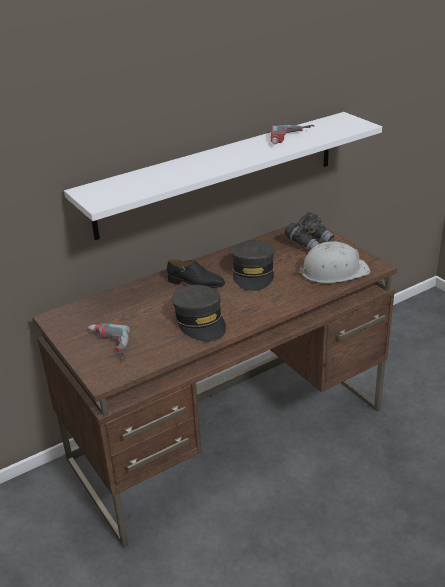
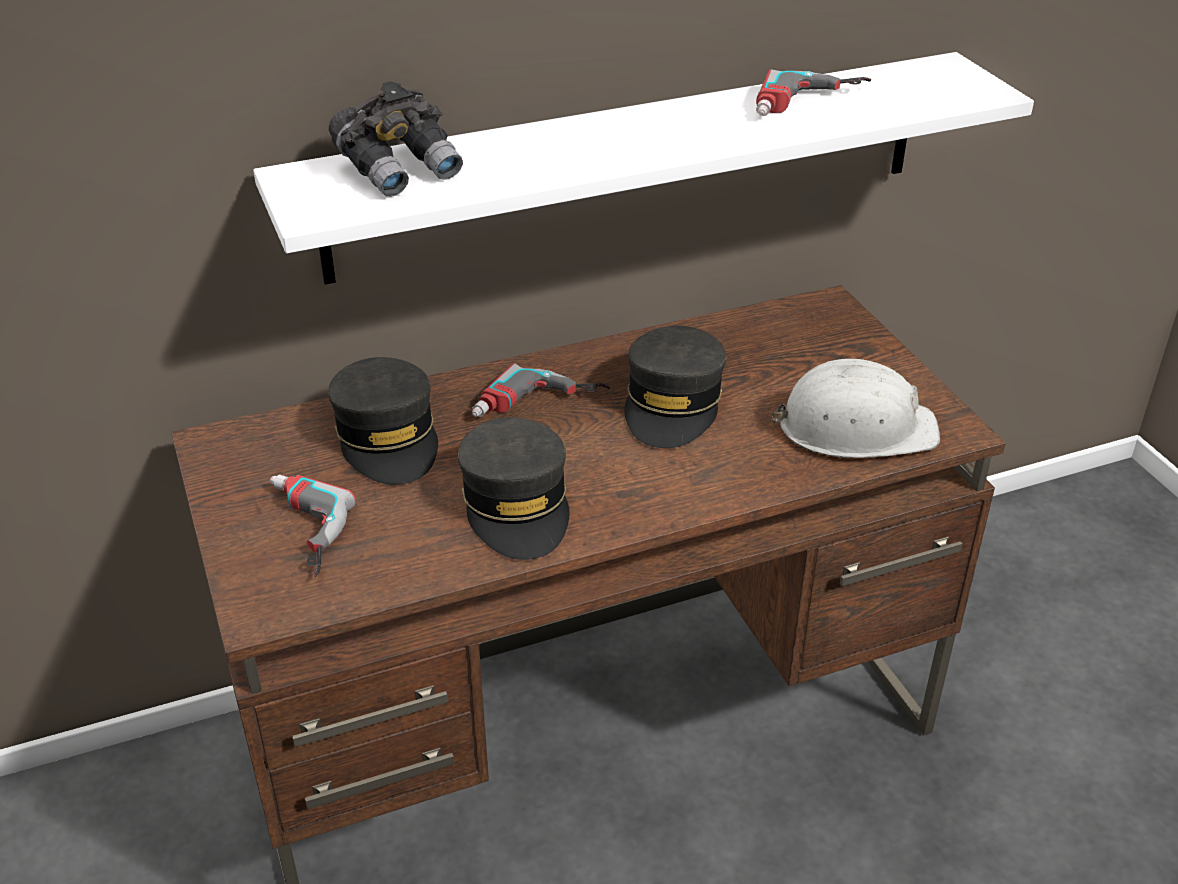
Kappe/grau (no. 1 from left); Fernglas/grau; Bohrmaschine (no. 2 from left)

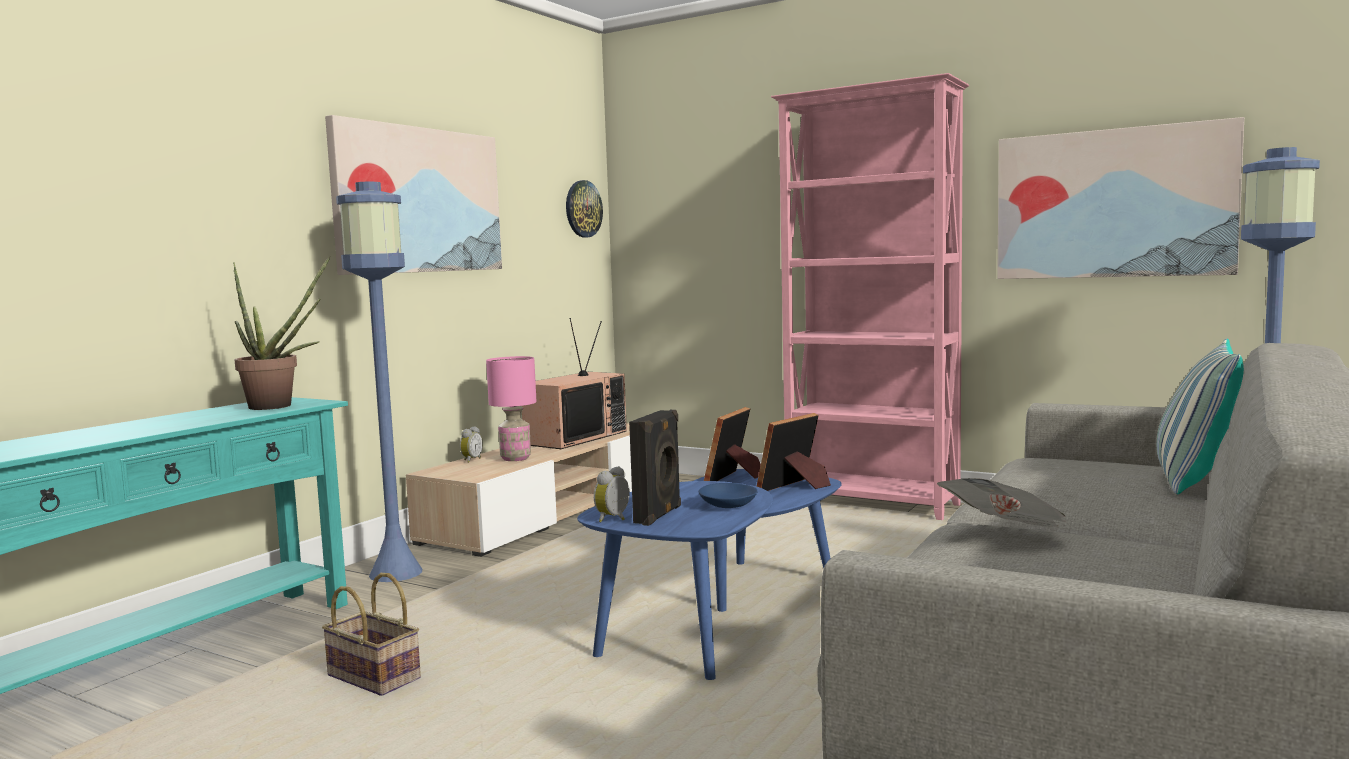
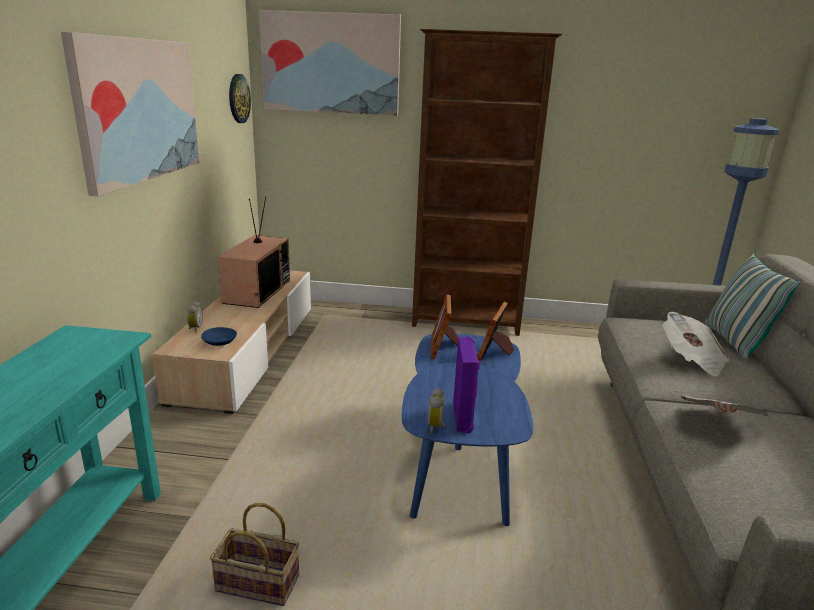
Topfpflanze; Stehlampe/blau (no. 1 from left in the first image); Tischlampe/rosa; Zeitung (no. 1 from left); Schüssel/blau; Bild (no. 2 from left); Lautsprecher/lila; Bücherregal/braun

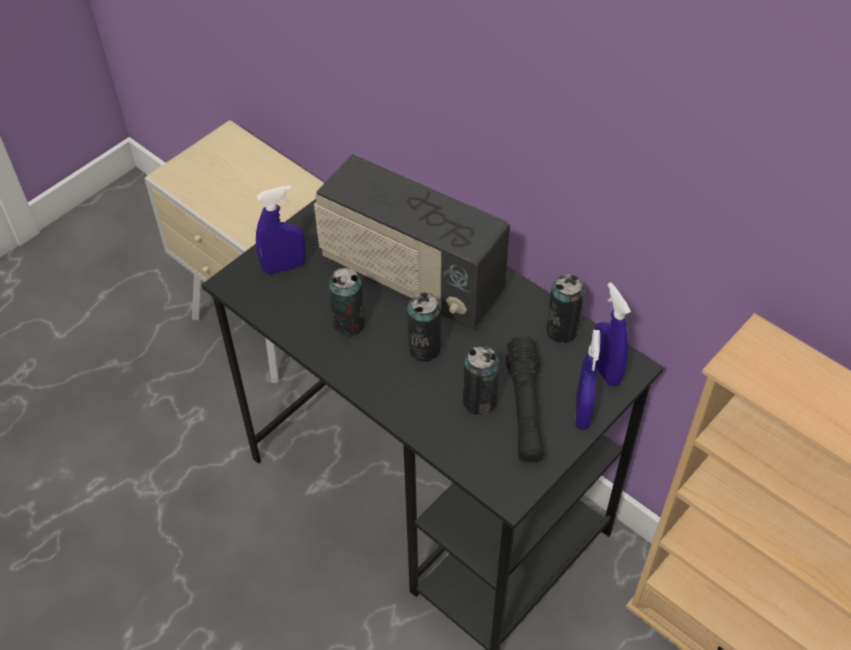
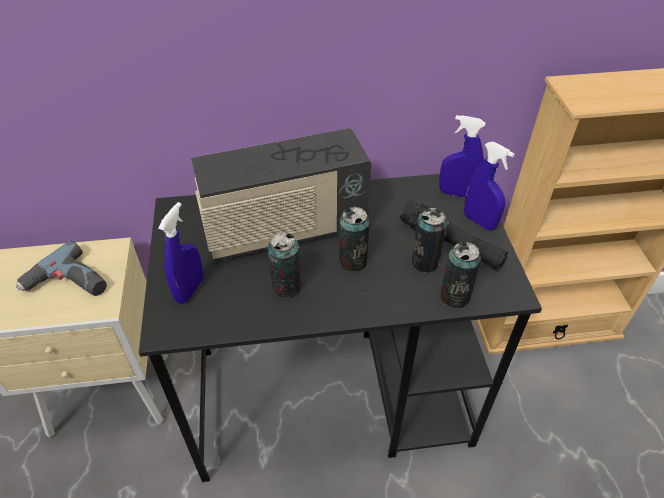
Bohrmaschine; Dose (no. 4 from left)

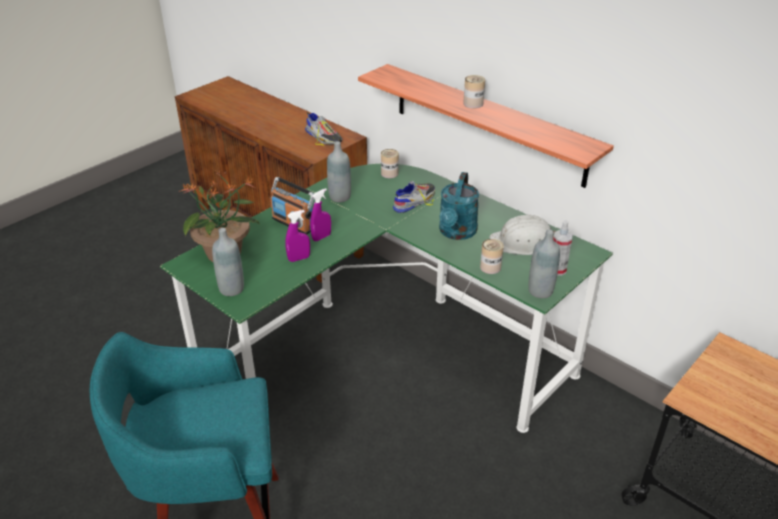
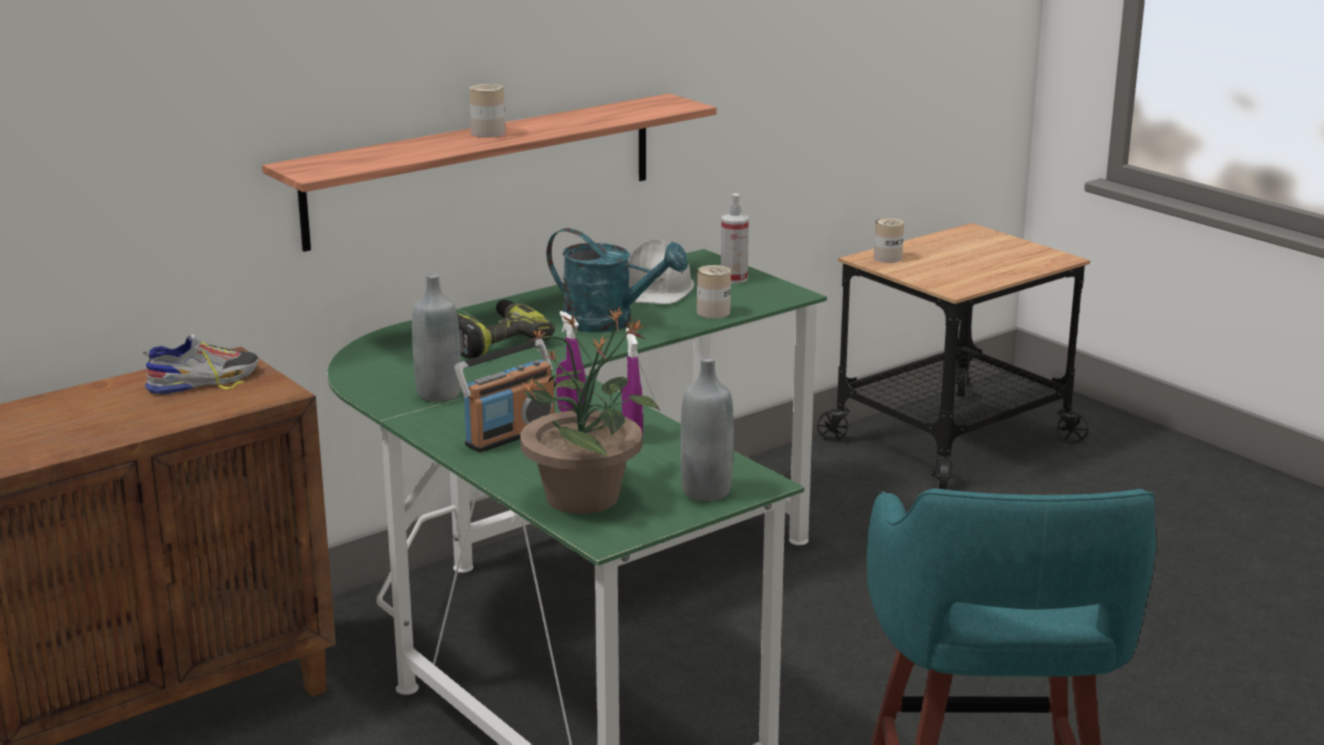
Flasche/grau (no. 3 from left in the first image); Dose (no. 3 from left); Bohrmaschine

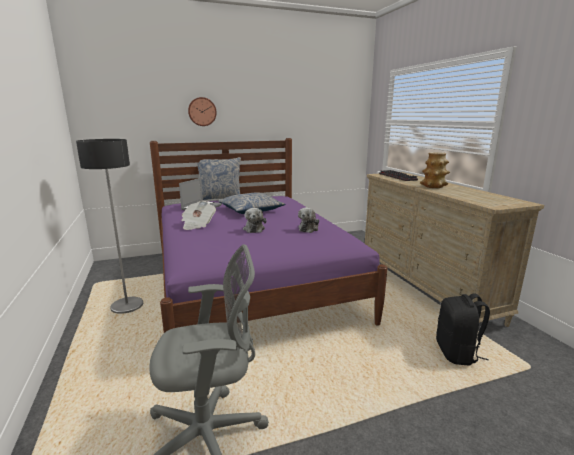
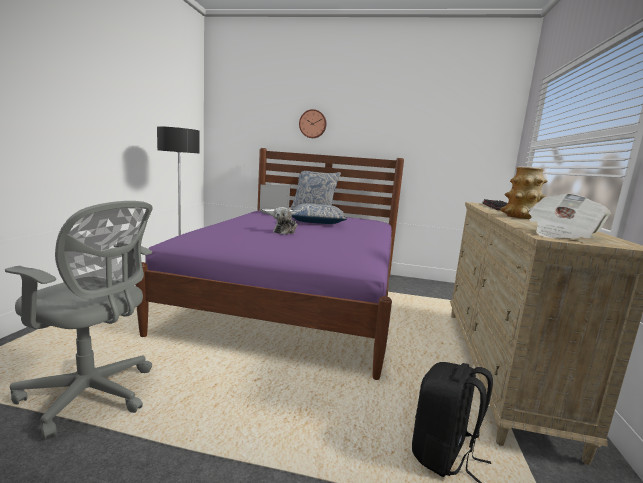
Plüschtier (no. 2 from left in the first image); Zeitung

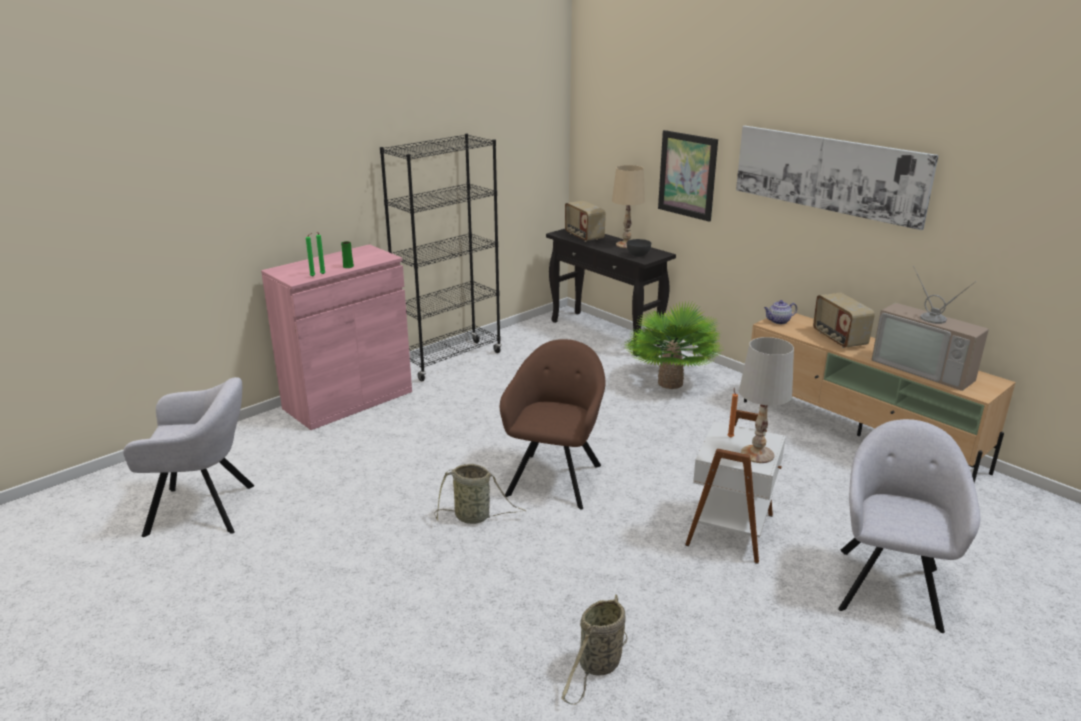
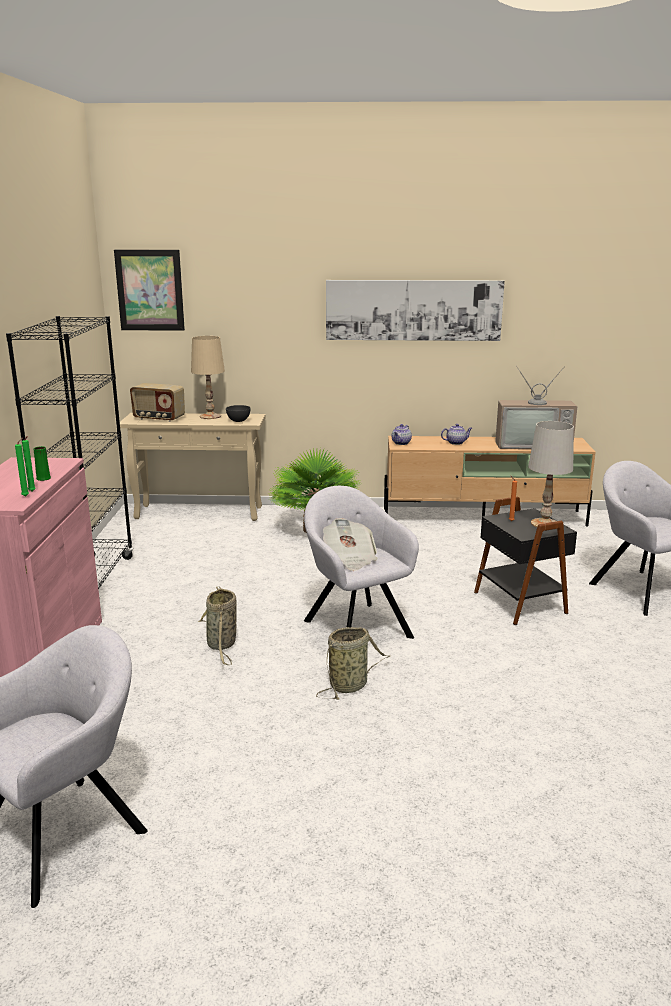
Zeitung; Korb (no. 1 from left); Bild (no. 1 from left); Teekanne (no. 2 from left); Sessel/grau (no. 2 from left); Konsolentisch/beige; Beistelltisch/schwarz

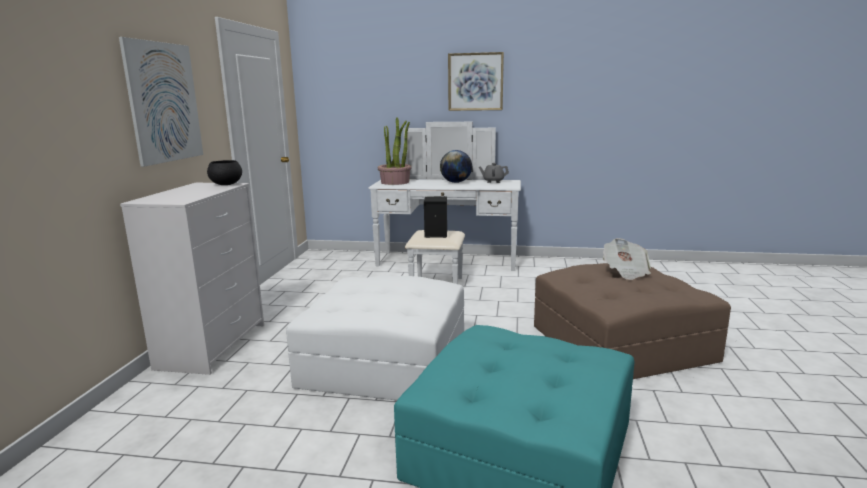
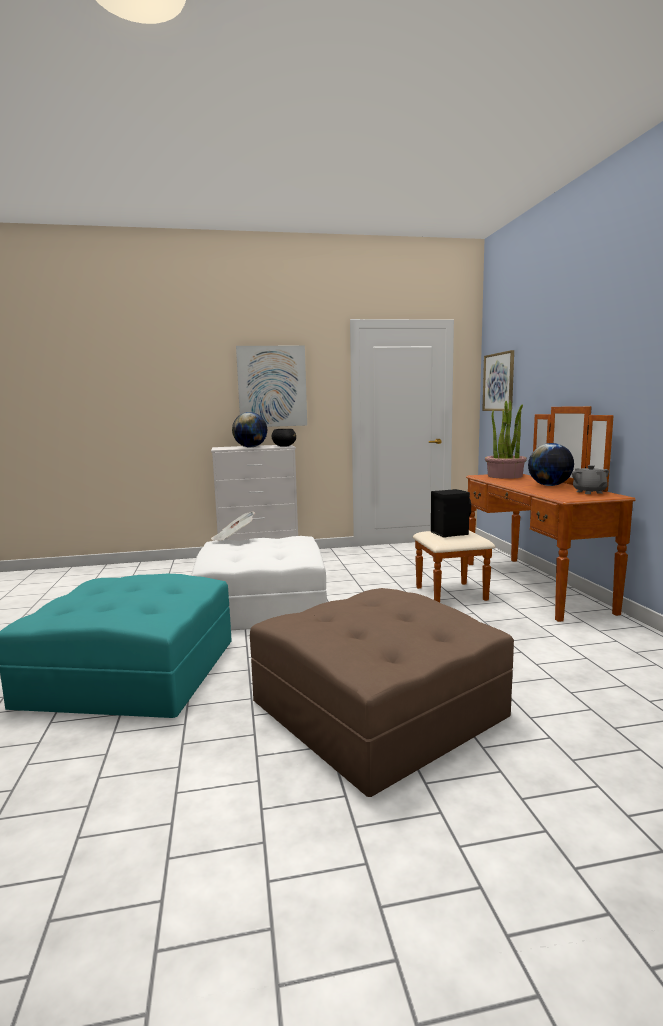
Globus (no. 1 from left); Bild (no. 2 from left); Zeitung; Kommode/braun

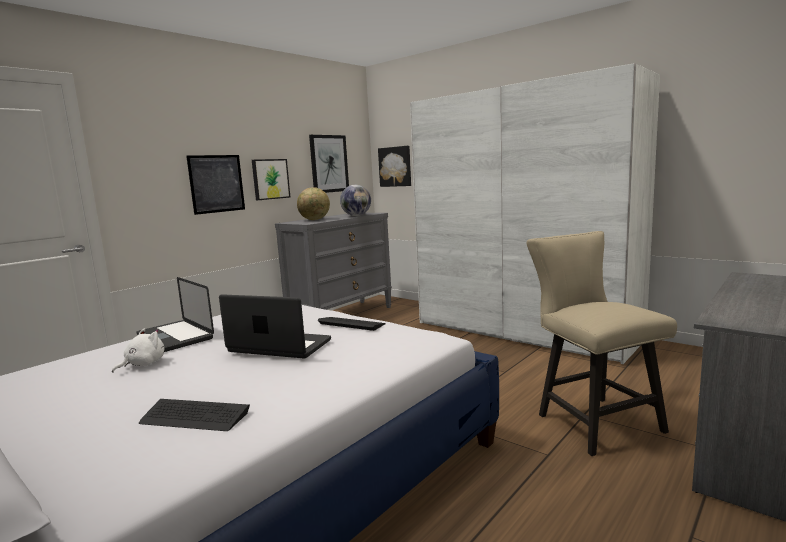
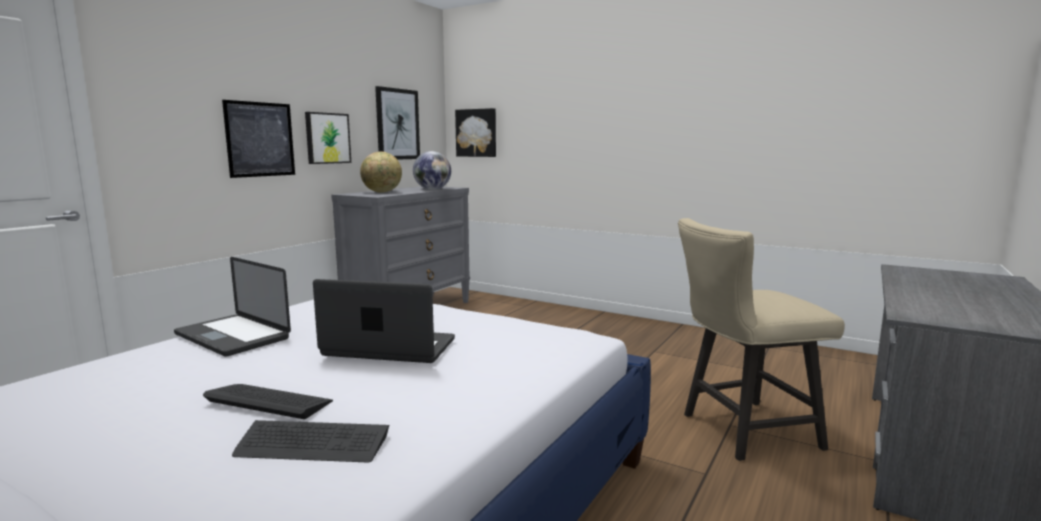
Plüschtier/weiß; Kleiderschrank/weiß; Tastatur (no. 1 from left); Stuhl/beige

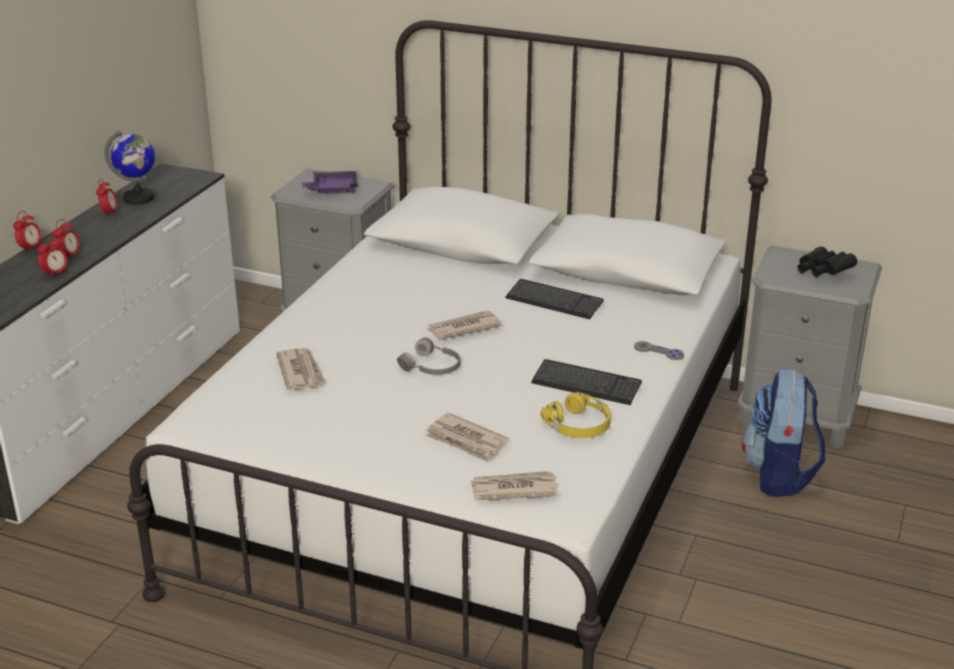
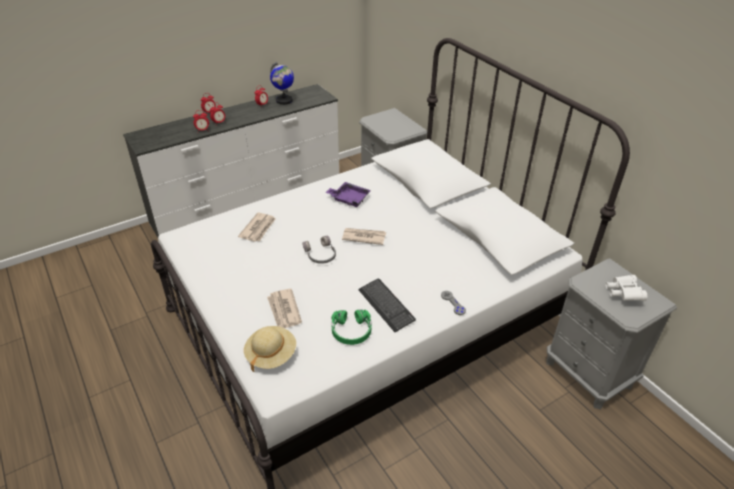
Tastatur (no. 1 from left in the first image); Rucksack; Tablett/lila; Hut/beige; Kopfhörer/grün; Fernglas/weiß

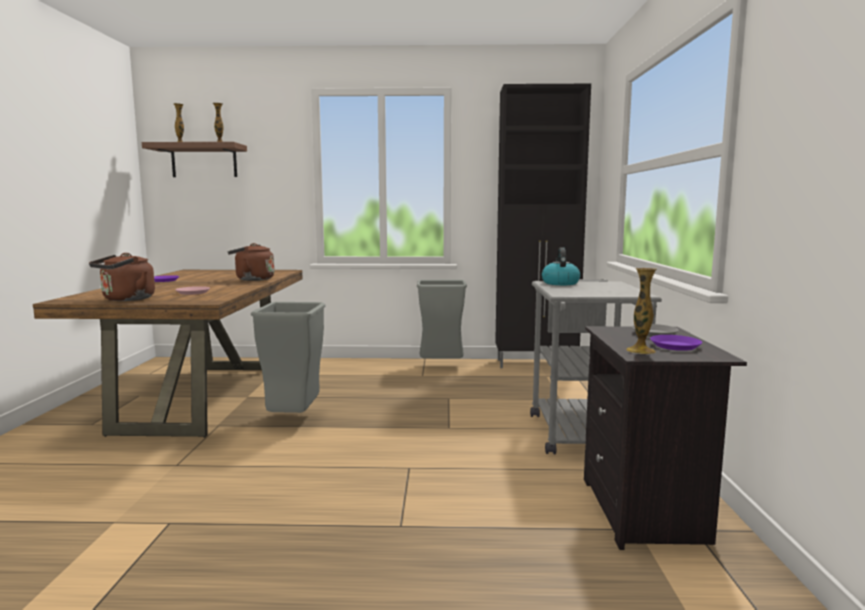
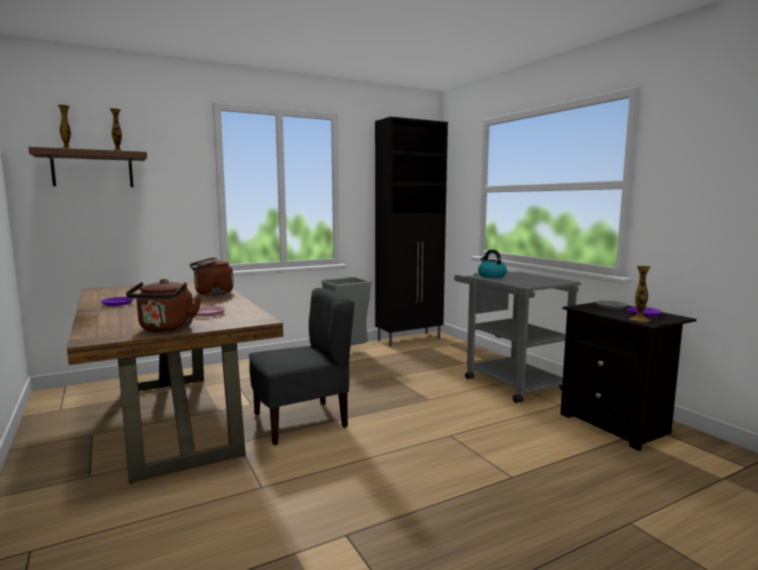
Stuhl/grau

